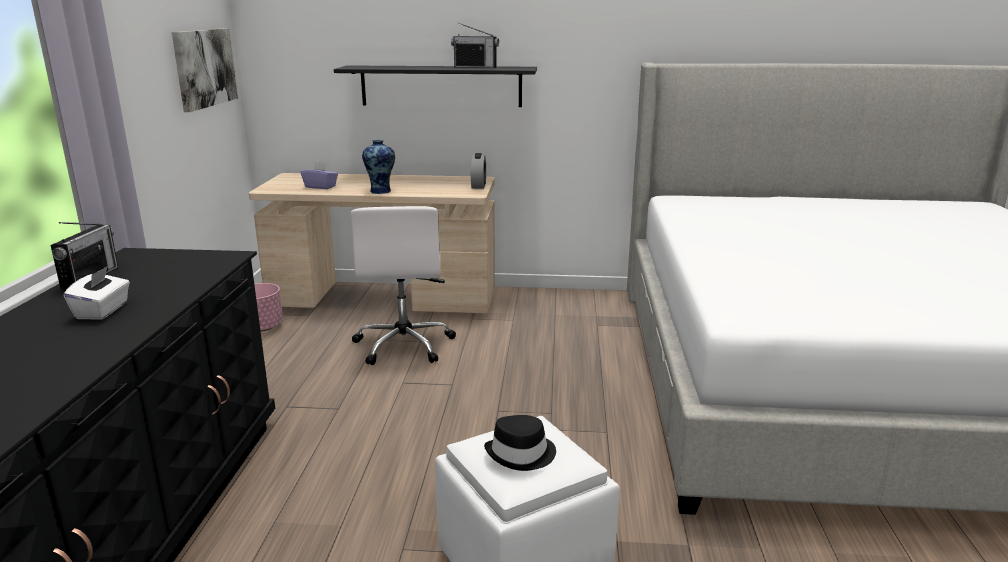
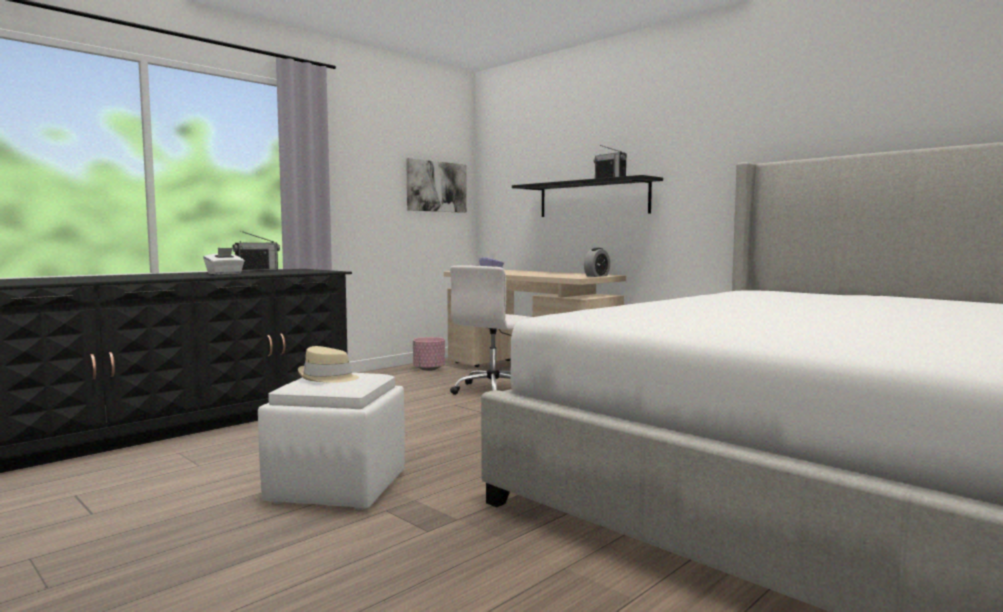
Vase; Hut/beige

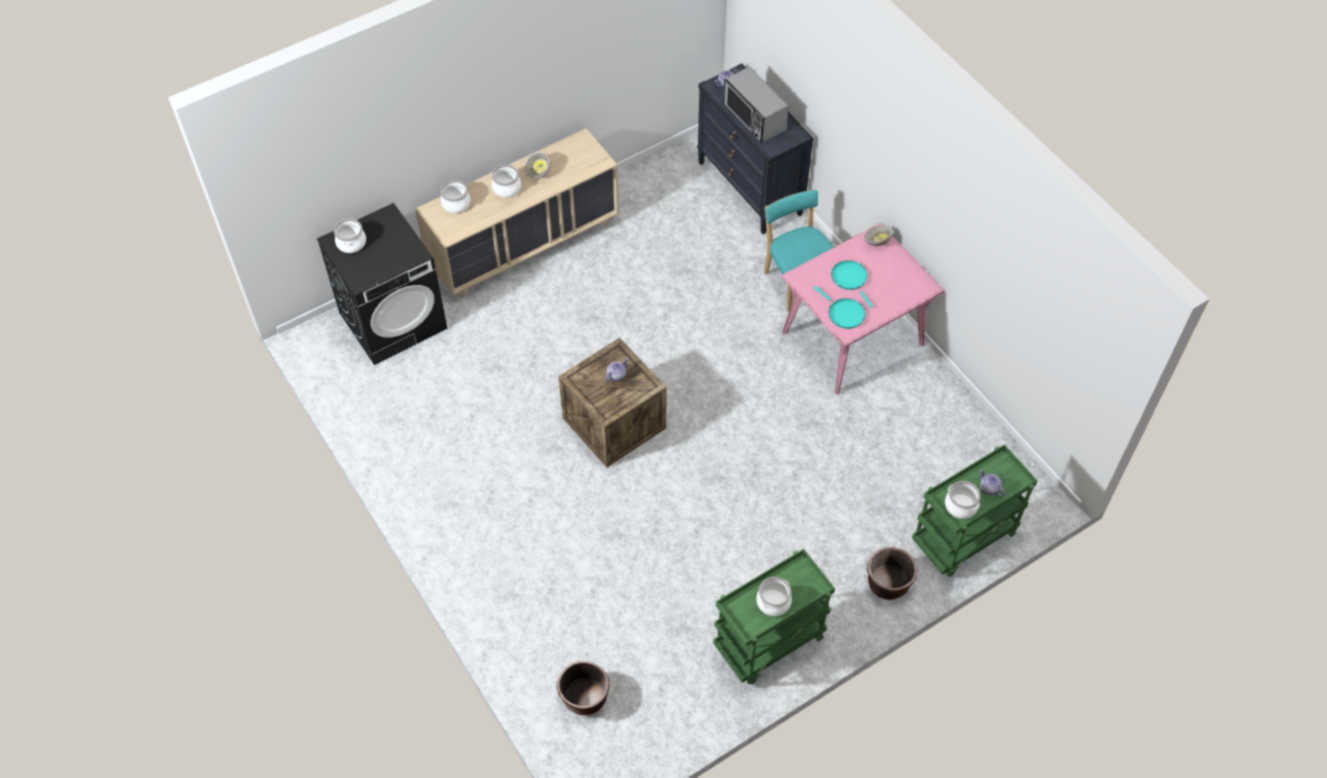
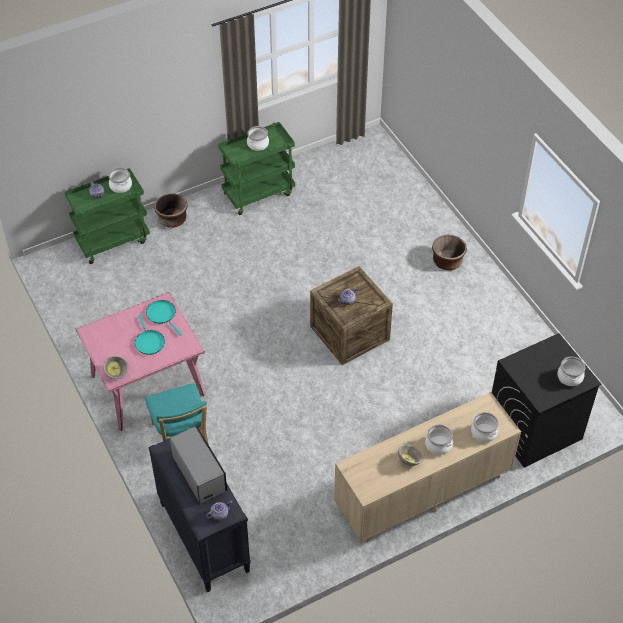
Pflanzkübel/braun (no. 2 from left)

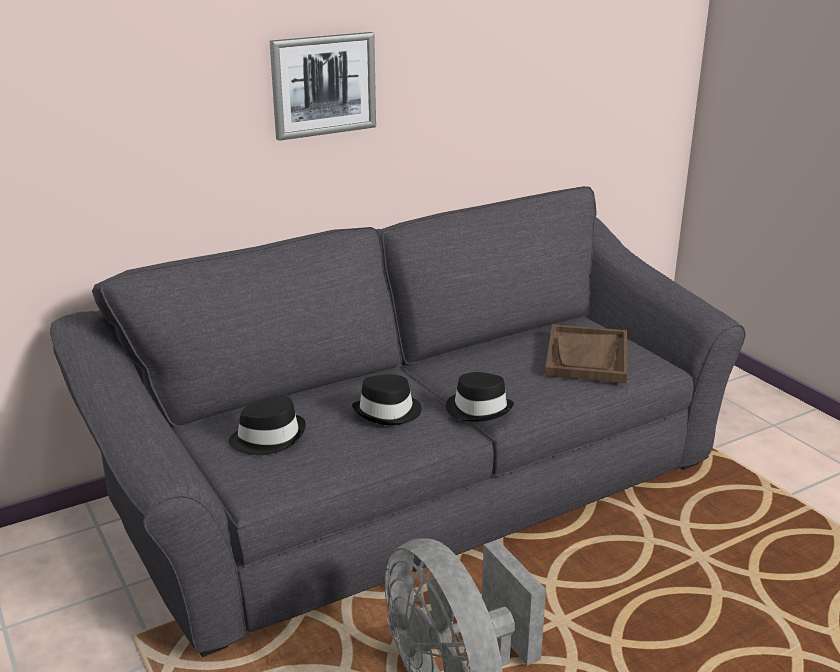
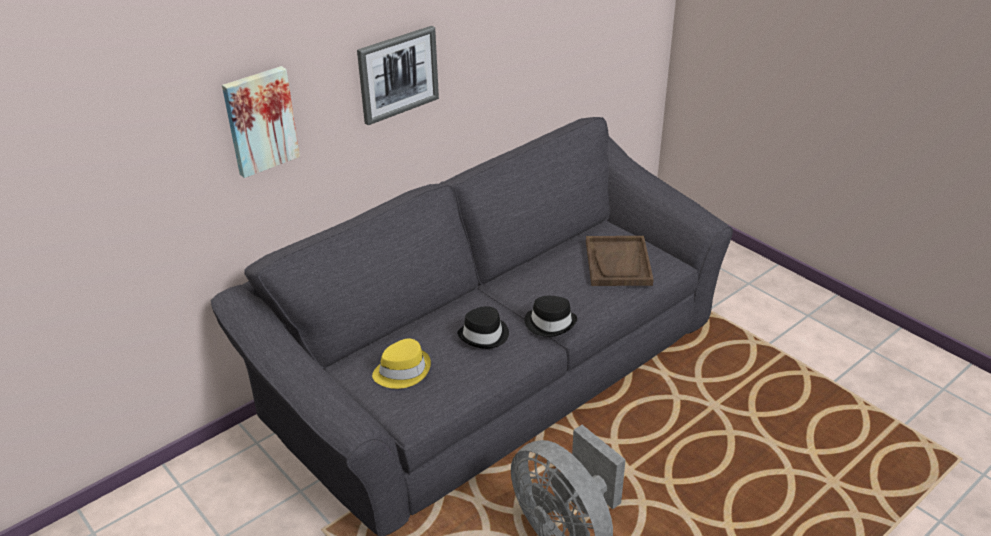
Bild (no. 1 from left); Hut/gelb

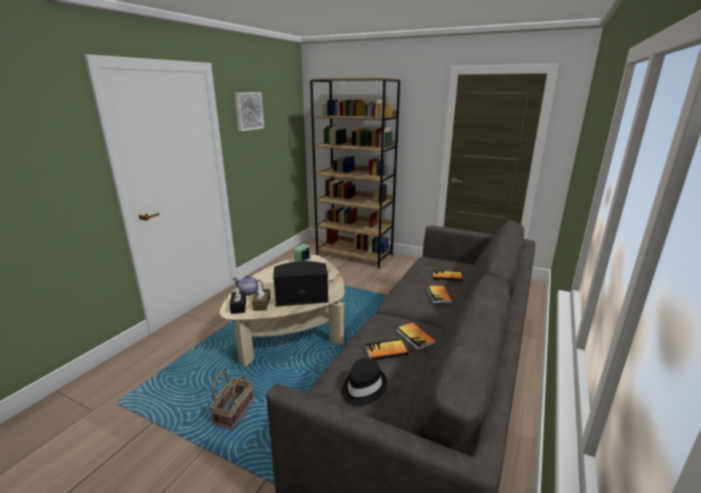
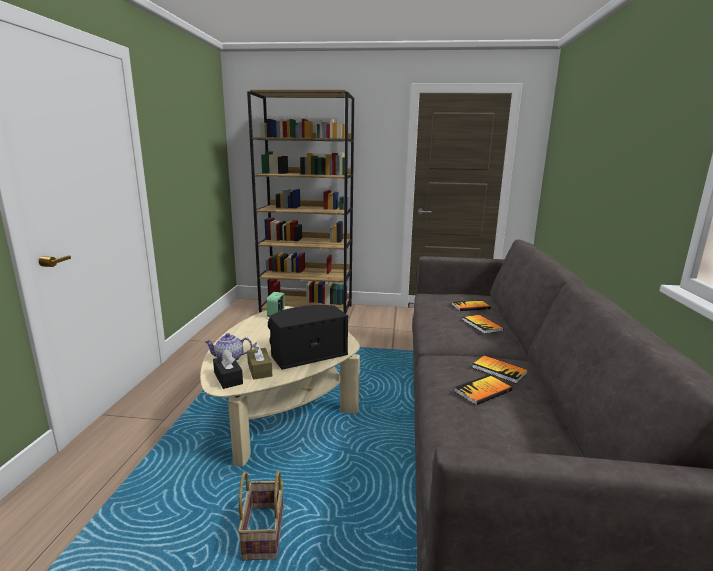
Bild; Hut/schwarz

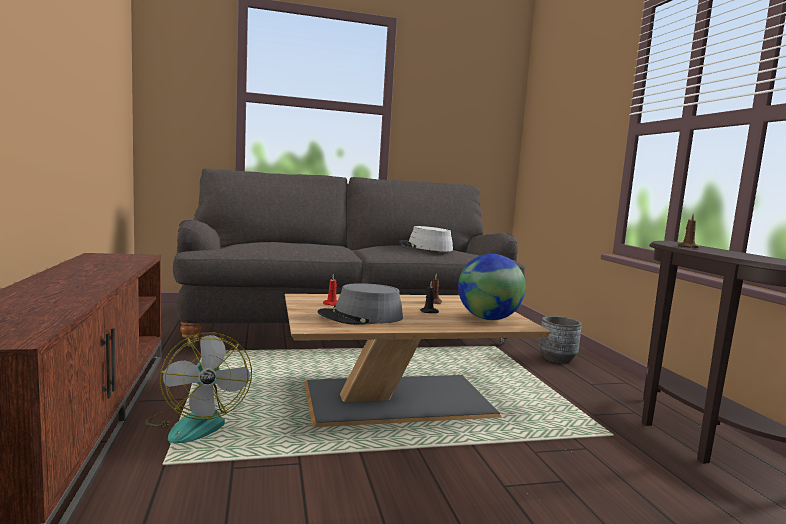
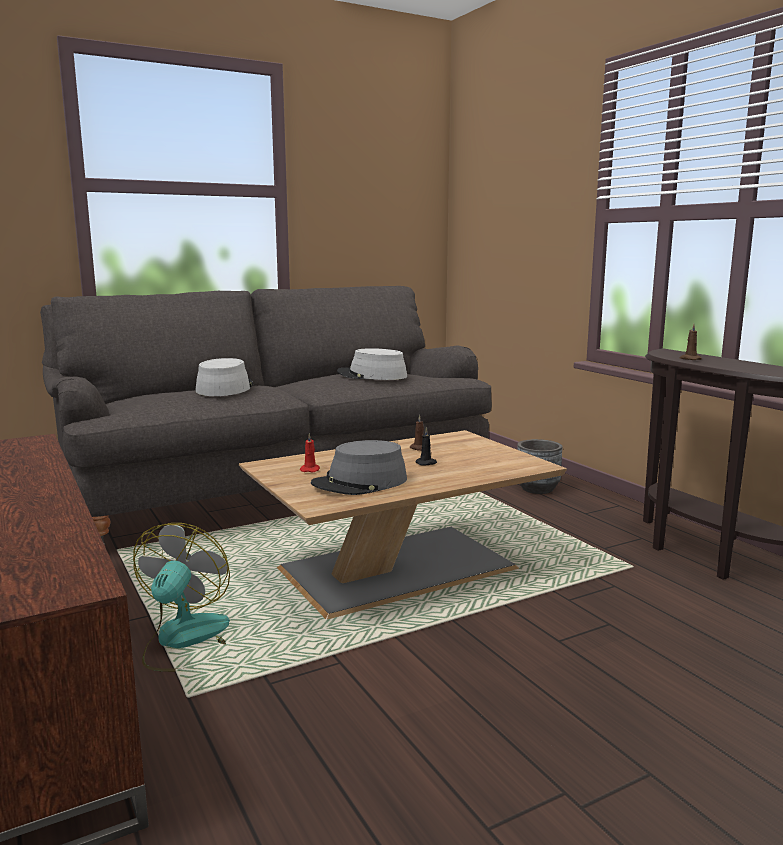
Globus; Hut/grau (no. 1 from left); Ventilator

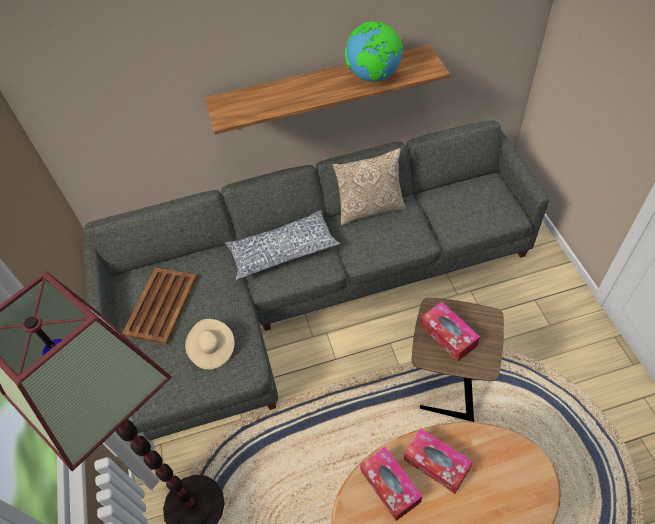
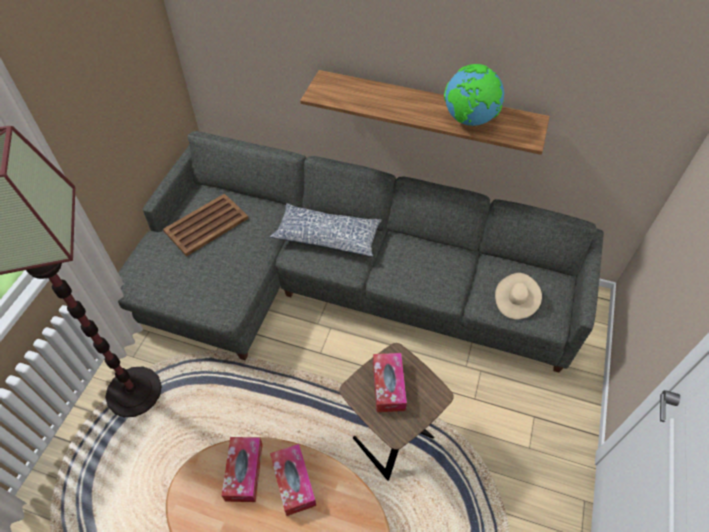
Kissen (no. 2 from left in the first image); Hut/beige

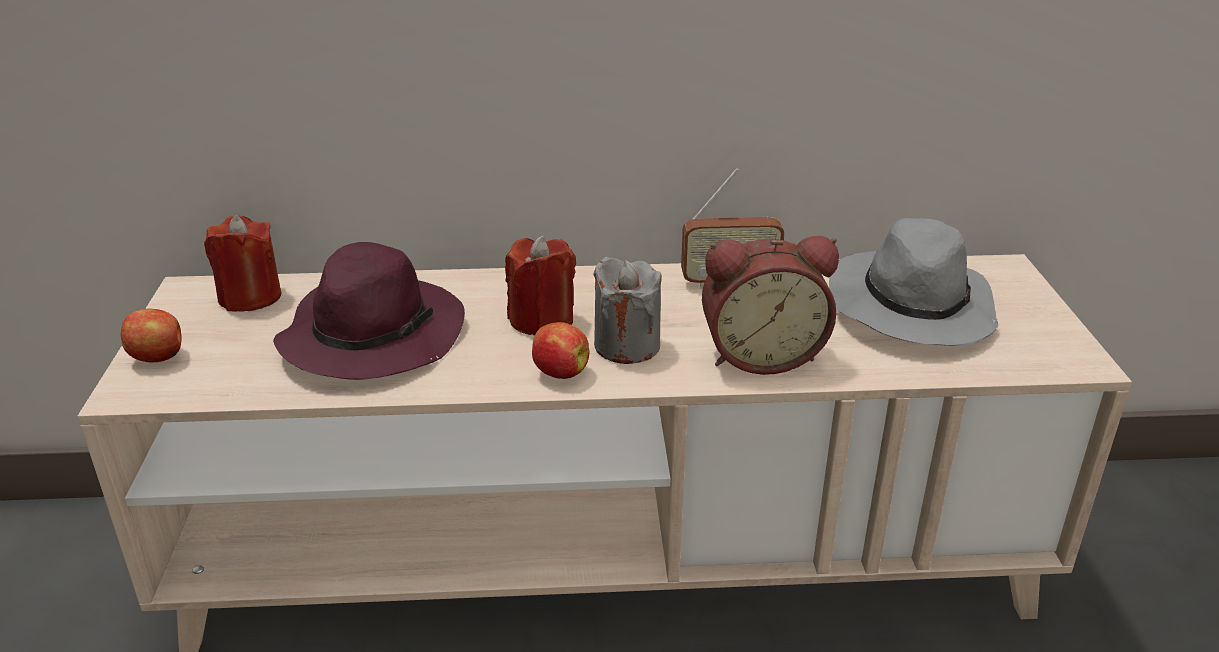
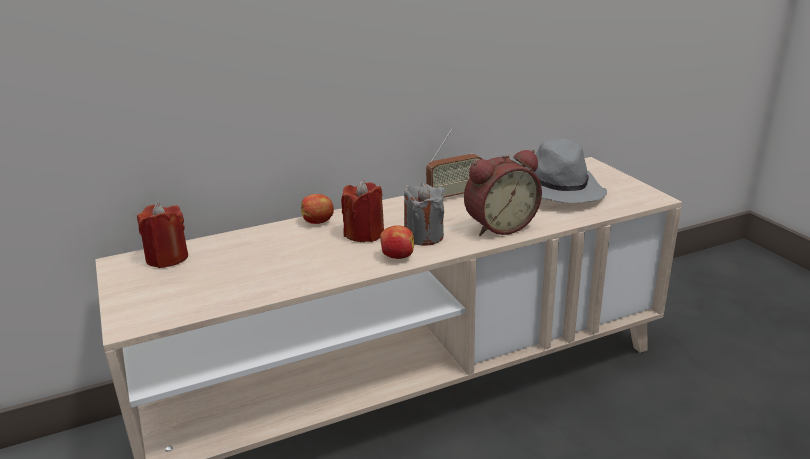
Hut/lila; Apfel (no. 1 from left)

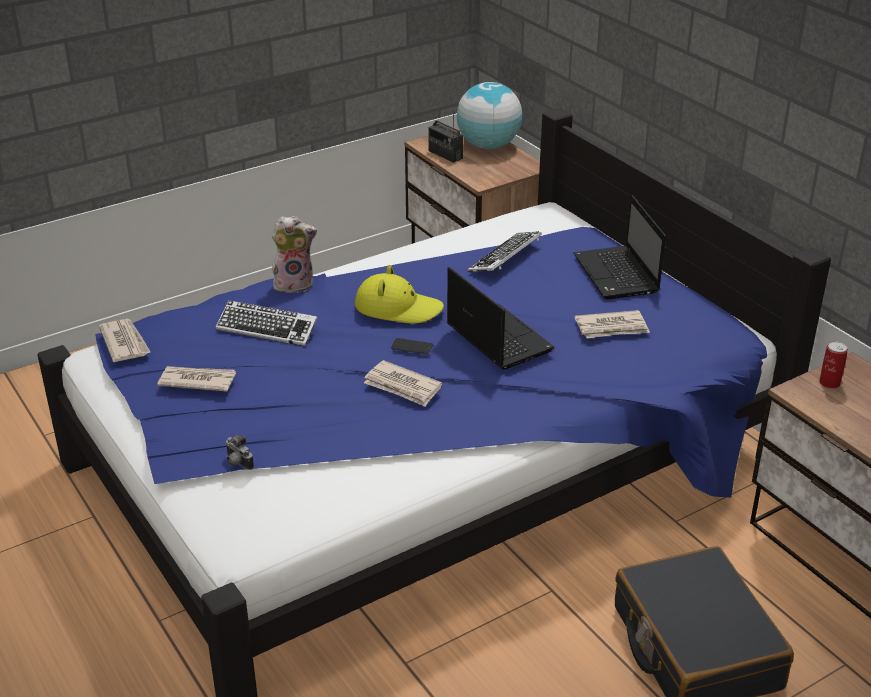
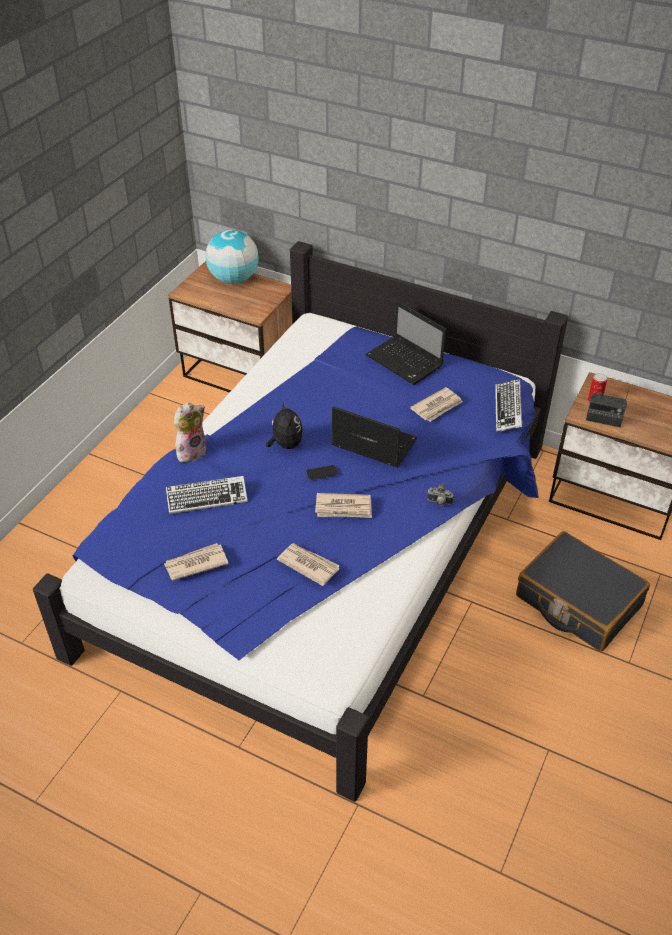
Zeitung (no. 2 from left); Kamera; Radio; Tastatur (no. 2 from left); Plüschtier (no. 2 from left)

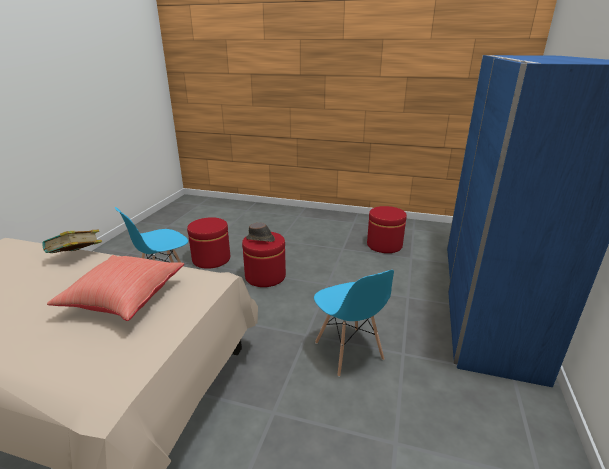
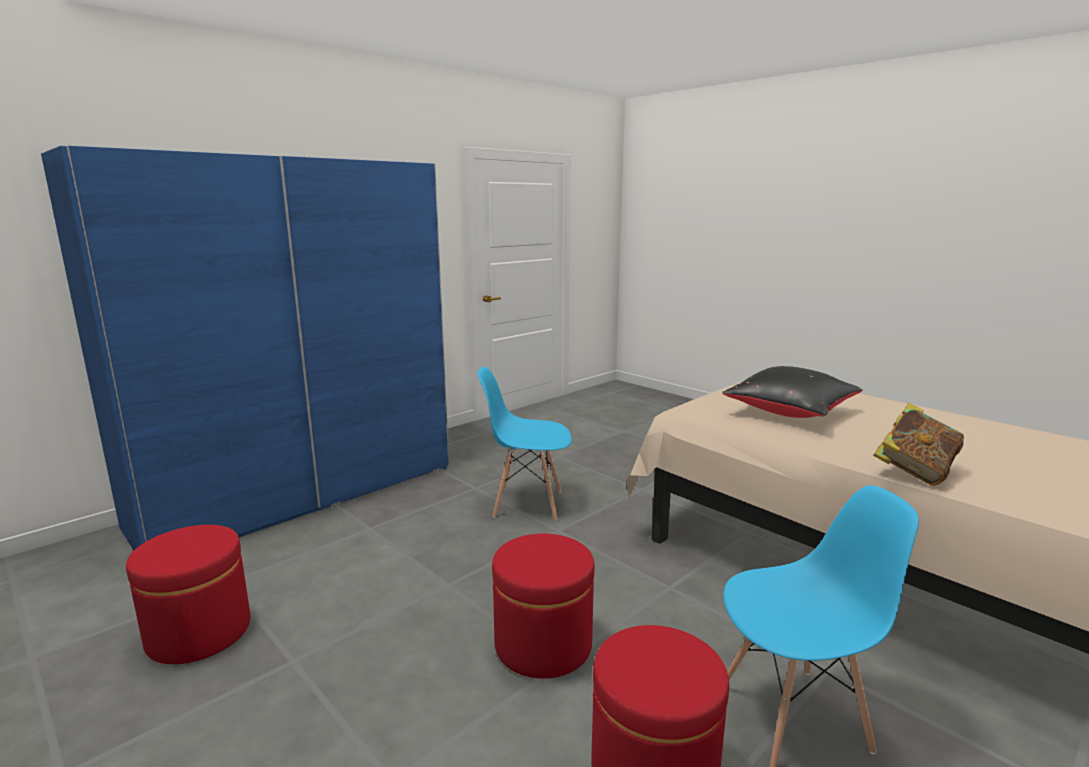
Hut/braun; Kissen/schwarz; Stuhl/blau (no. 1 from left)

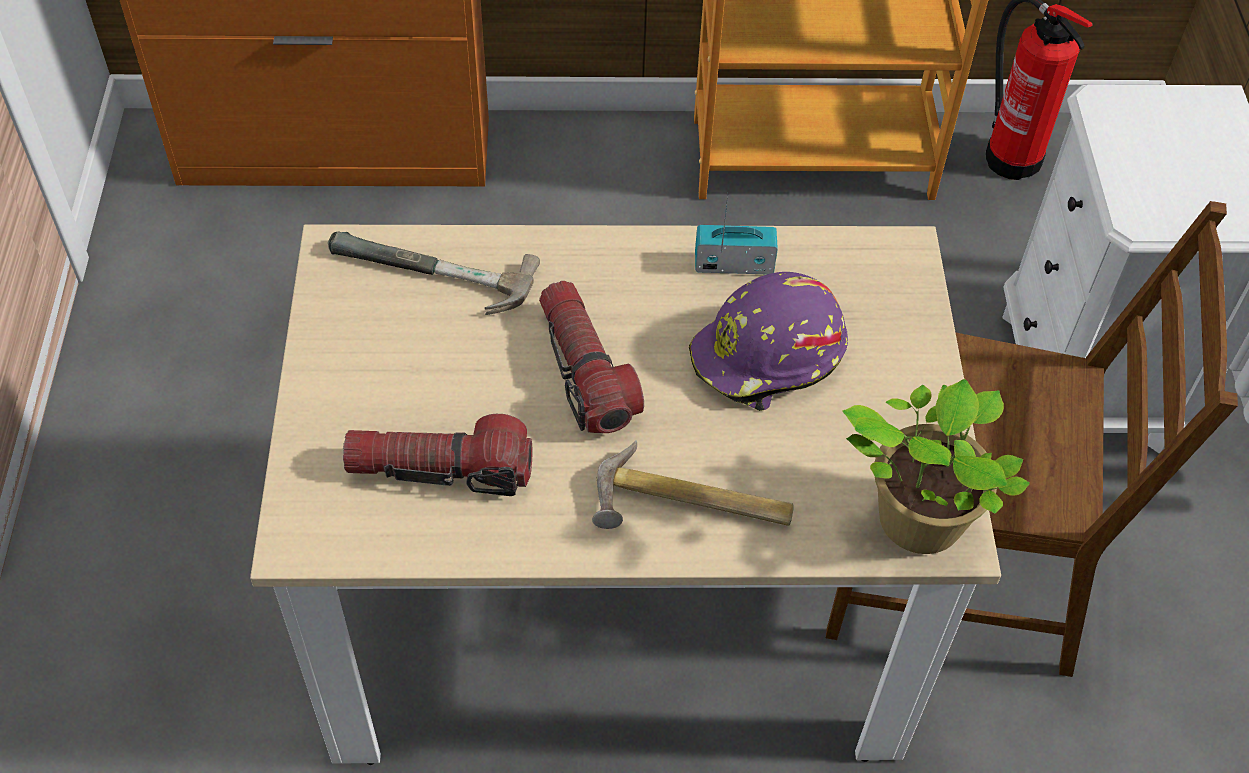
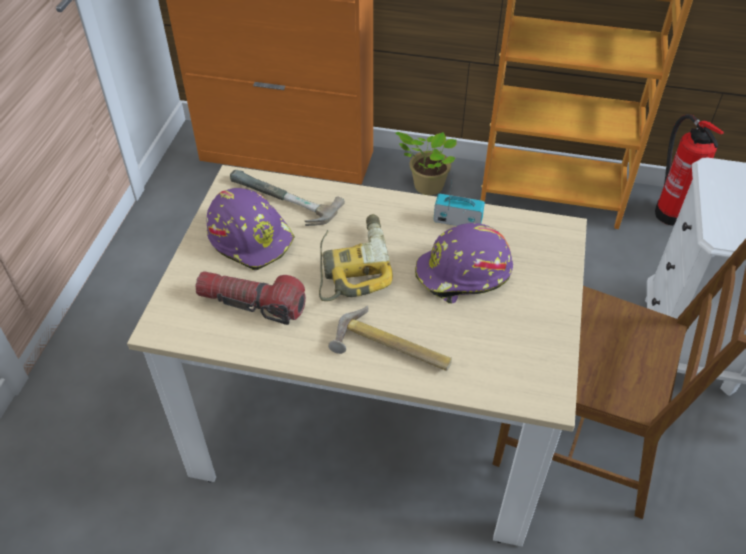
Schutzhelm/lila (no. 1 from left); Topfpflanze; Bohrmaschine

